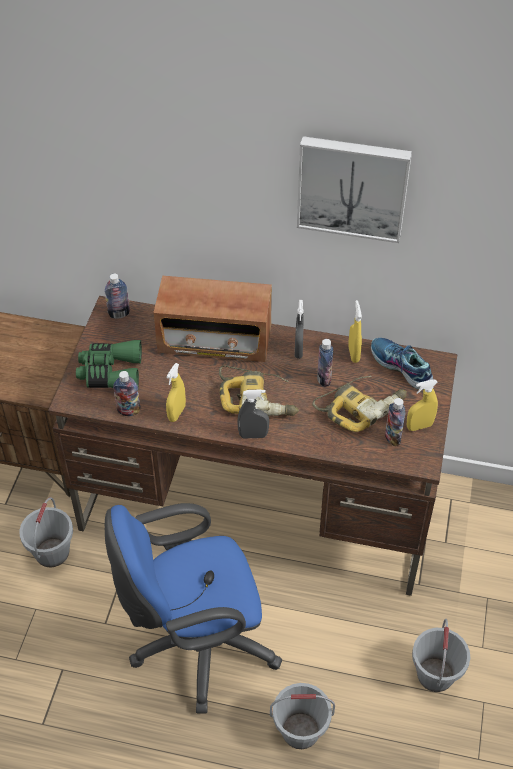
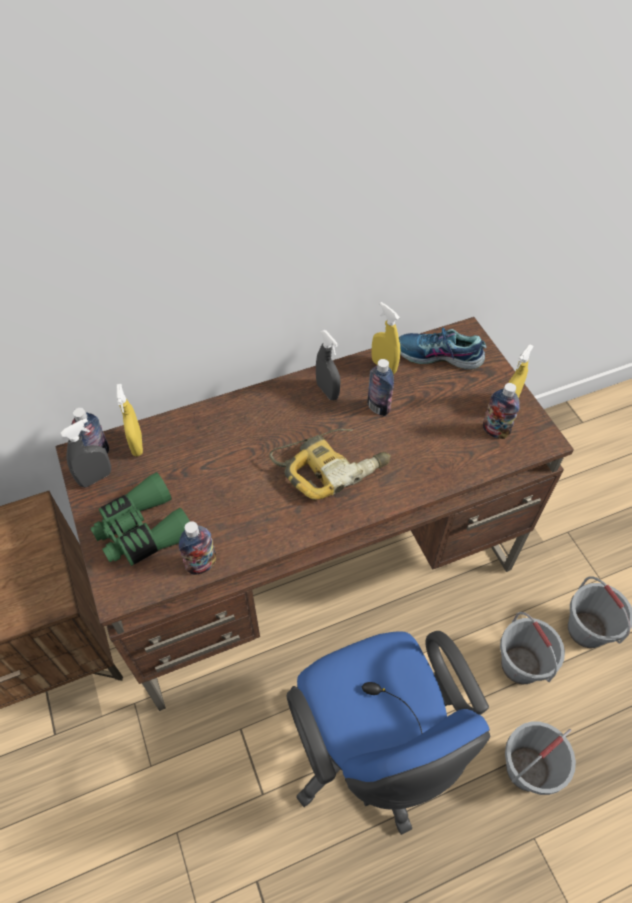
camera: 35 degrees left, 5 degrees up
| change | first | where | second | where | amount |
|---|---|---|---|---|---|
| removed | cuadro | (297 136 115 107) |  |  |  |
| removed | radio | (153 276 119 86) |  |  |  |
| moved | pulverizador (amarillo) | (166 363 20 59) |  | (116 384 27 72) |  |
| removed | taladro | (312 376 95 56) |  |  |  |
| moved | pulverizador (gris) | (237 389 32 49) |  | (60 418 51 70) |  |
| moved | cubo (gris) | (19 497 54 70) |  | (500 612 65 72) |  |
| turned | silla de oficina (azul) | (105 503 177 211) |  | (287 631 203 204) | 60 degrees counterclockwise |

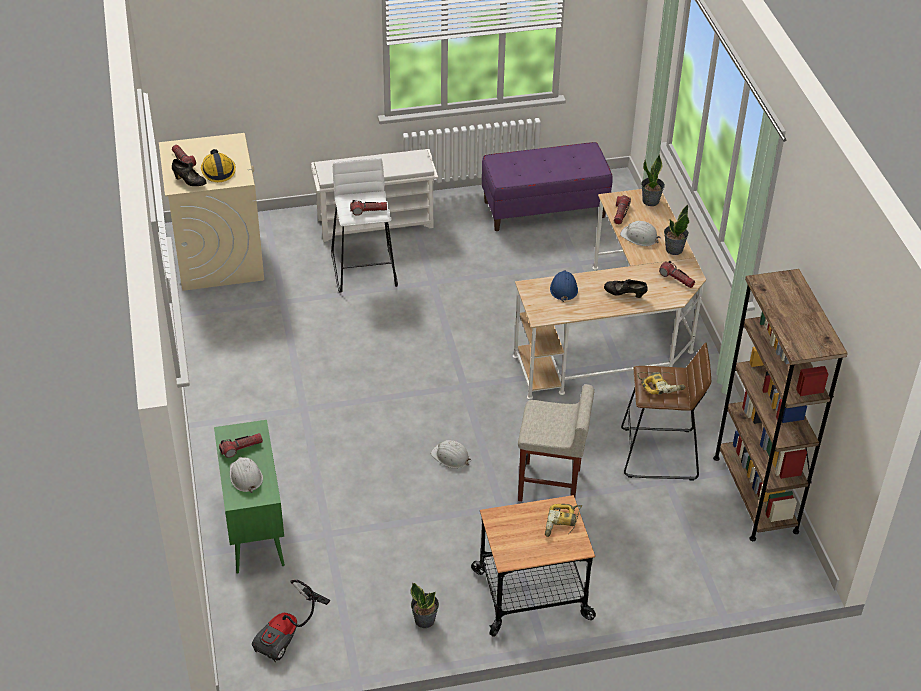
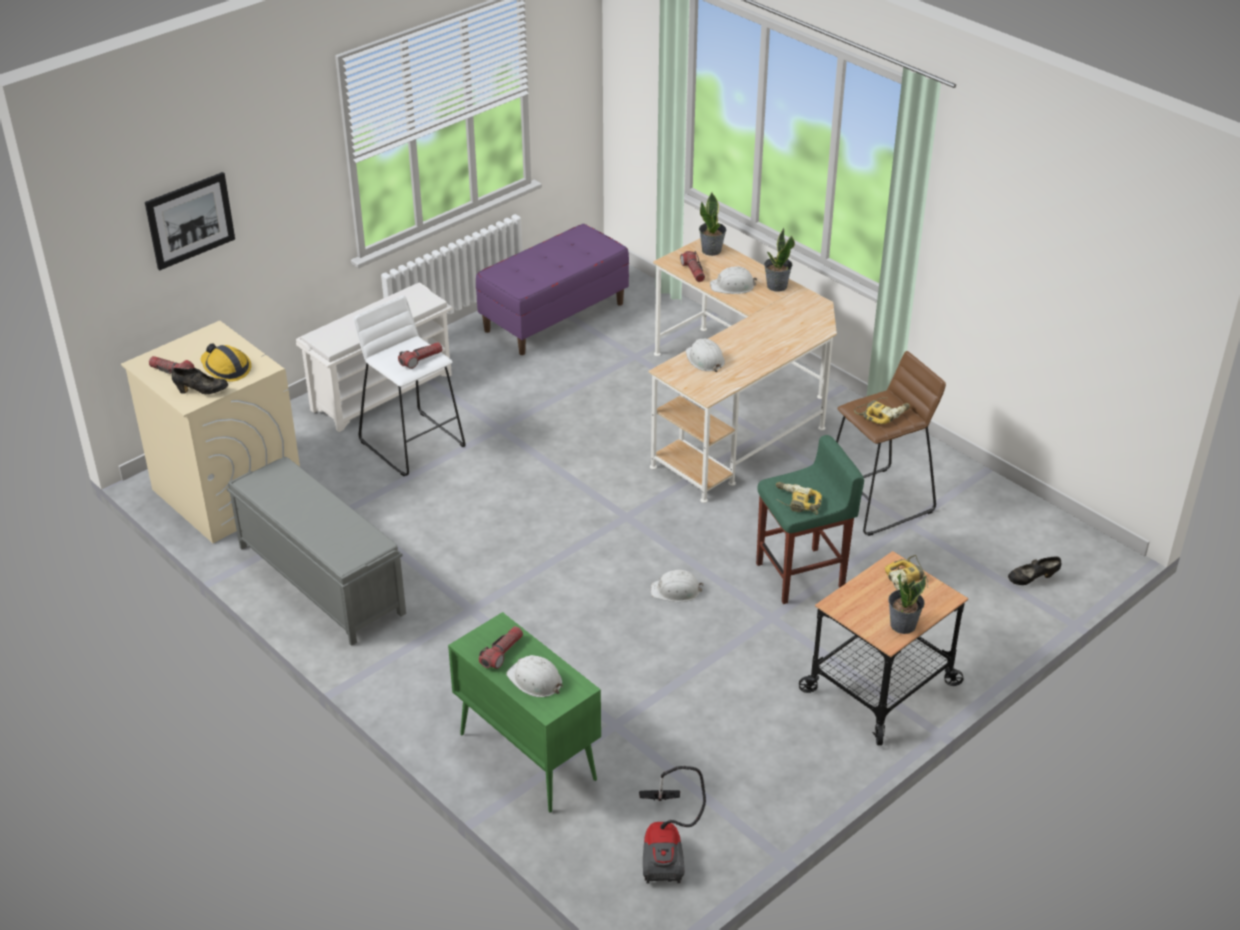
camera: 30 degrees left, 5 degrees down
| change | first | where | second | where | amount |
|---|---|---|---|---|---|
| removed | linterna | (659 261 36 27) |  |  |  |
| removed | estantería (marrón) | (713 269 135 272) |  |  |  |
| recoloured | casco (azul) | (550 270 28 32) | casco (blanco) | (686 339 39 33) |  |
| moved | zapato (negro) | (604 279 44 19) |  | (1008 556 53 29) |  |
| recoloured | taburete (beis) | (518 384 76 117) | taburete (verde) | (756 435 108 169) |  |
| moved | planta en maceta | (411 583 28 45) |  | (888 573 39 61) |  |
| added |  |  | cuadro | (145 172 90 98) |  |
| added |  |  | banco (gris) | (227 457 179 189) |  |
| added |  |  | taladro | (776 482 46 33) |  |

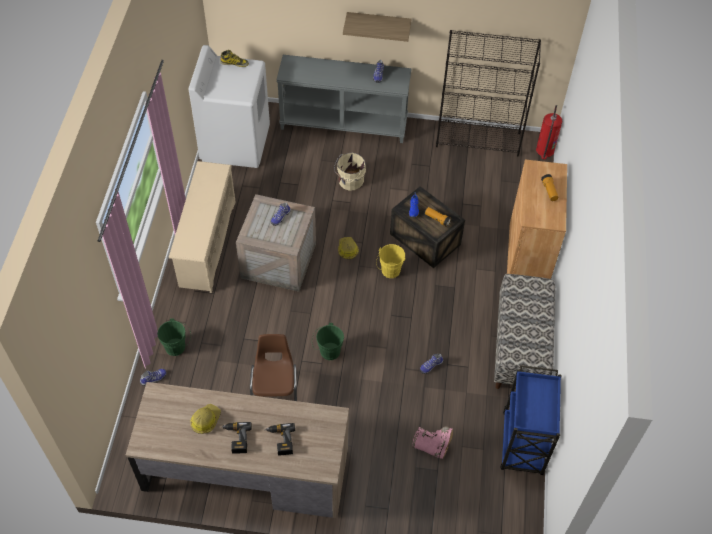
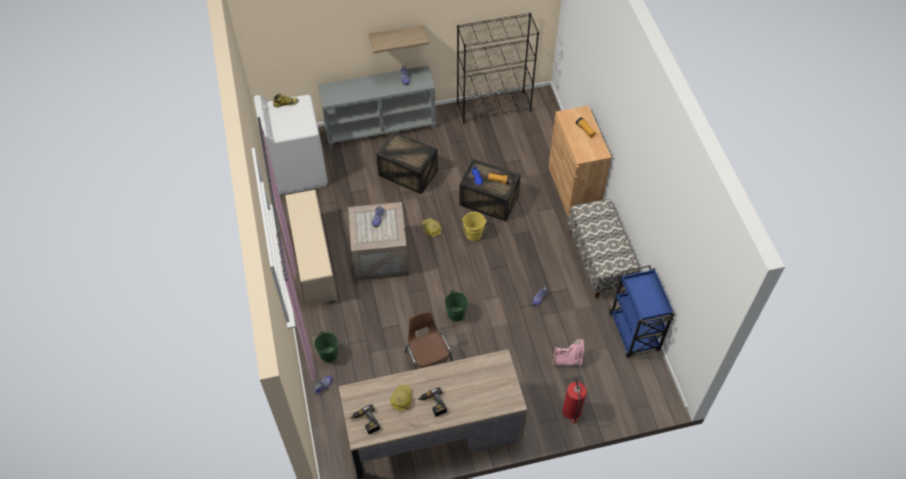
camera: 20 degrees left, 0 degrees up
| change | first | where | second | where | amount |
|---|---|---|---|---|---|
| moved | extintor | (536 105 26 55) |  | (562 376 25 47) |  |
| replaced | cubo (beis) | (334 153 32 38) | caja de embalaje | (376 131 62 63) |  |
| moved | taladro | (265 423 30 32) |  | (350 404 30 30) |  |

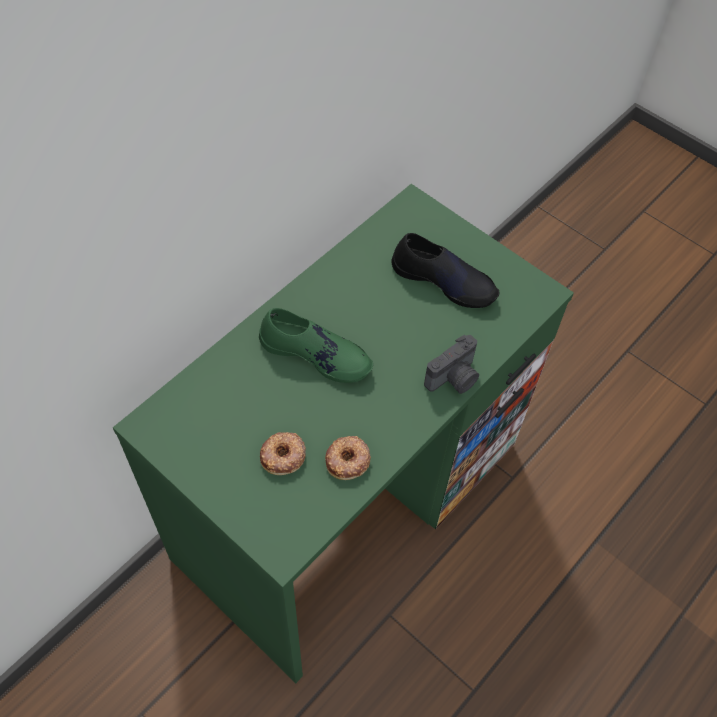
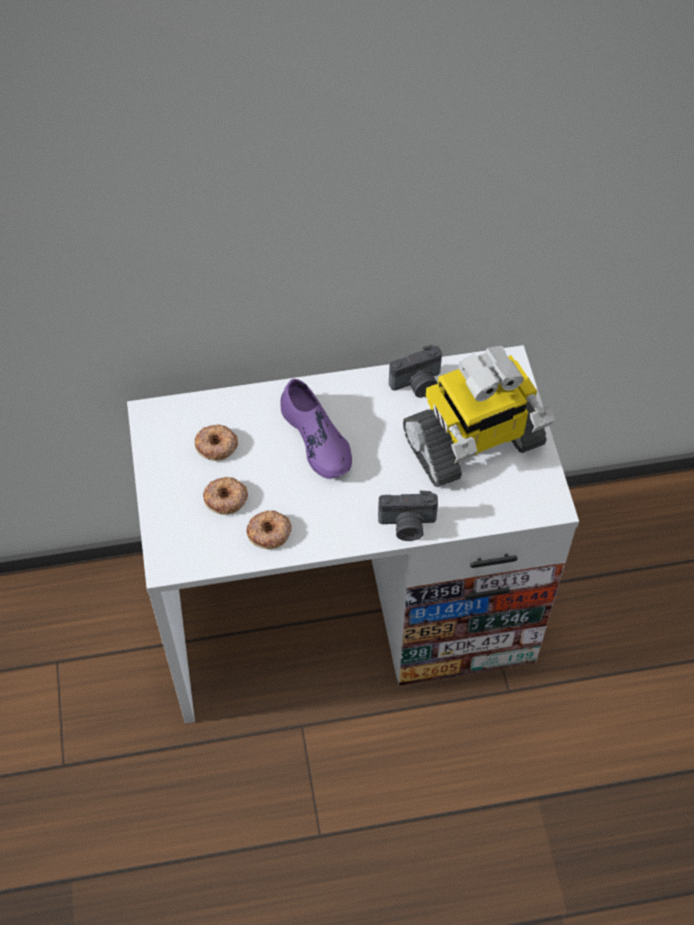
camera: 40 degrees right, 0 degrees up
| change | first | where | second | where | amount |
|---|---|---|---|---|---|
| recoloured | escritorio (verde) | (113 184 461 499) | escritorio (blanco) | (127 345 452 378) |  |
| replaced | zapato (negro) | (391 233 109 75) | robot de juguete | (403 346 152 141) |  |
| recoloured | zapato (verde) | (259 308 114 75) | zapato (morado) | (280 379 72 100) |  |
| added |  |  | cámara | (389 345 53 52) |  |
| added |  |  | rosquilla | (195 425 43 36) |  |

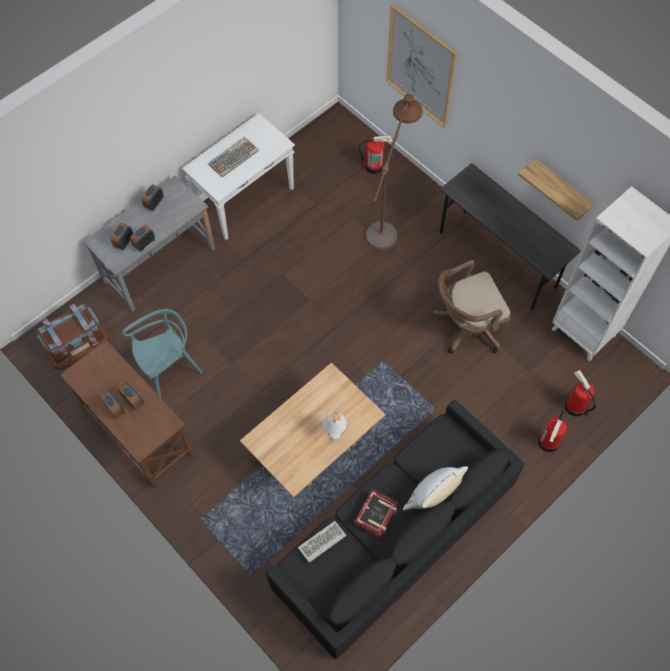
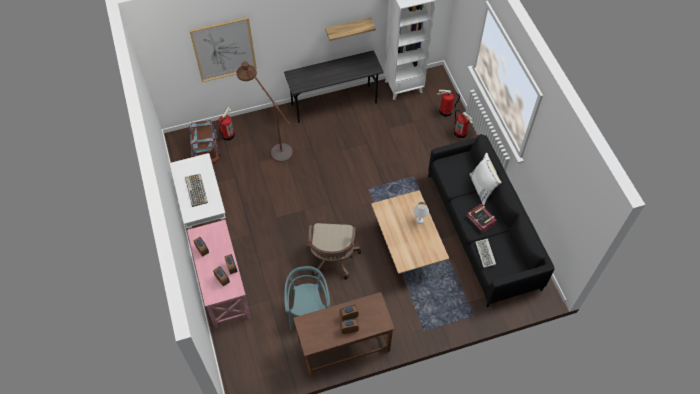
camera: 65 degrees left, 5 degrees down
| change | first | where | second | where | amount |
|---|---|---|---|---|---|
| recoloured | escritorio (gris) | (83 175 132 137) | escritorio (rosa) | (187 220 64 108) |  |
| moved | silla de oficina (marrón) | (432 260 79 93) |  | (307 223 54 57) |  |
| moved | caja de almacenaje (marrón) | (37 303 72 67) |  | (189 120 32 44) |  |

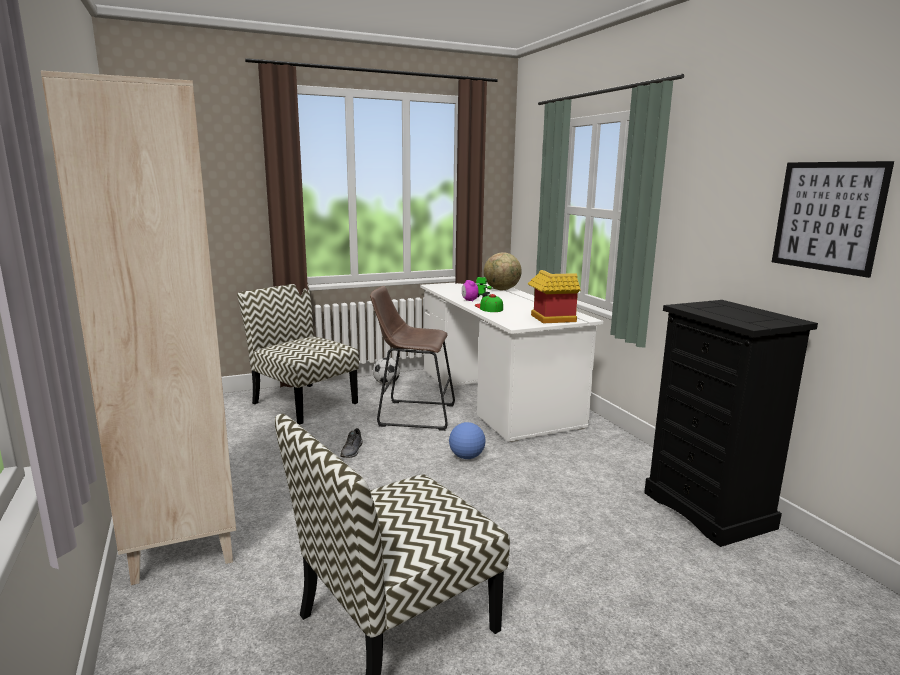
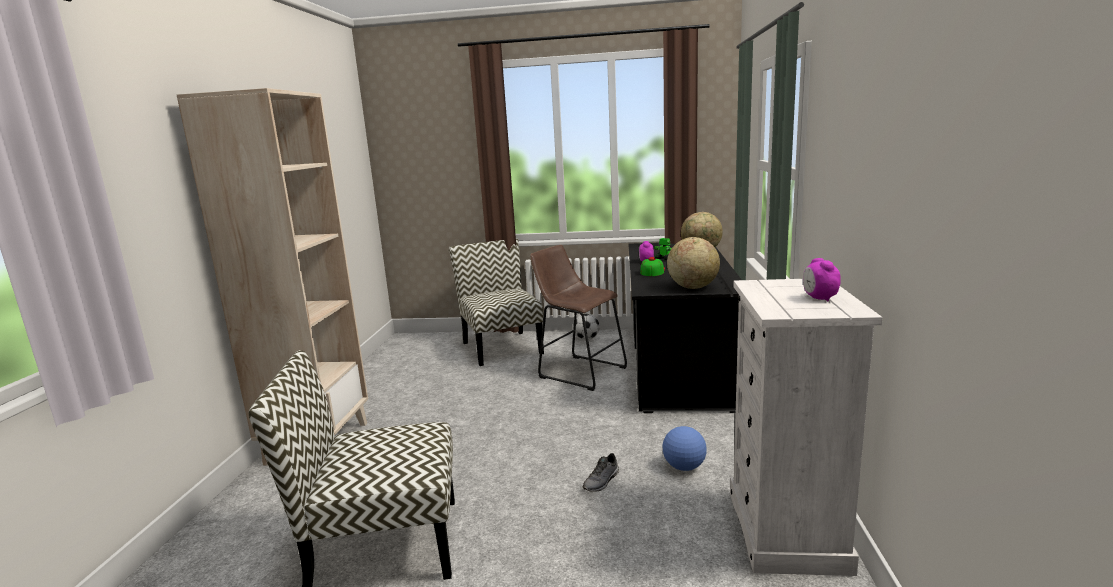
camera: 30 degrees right, 0 degrees up
| change | first | where | second | where | amount |
|---|---|---|---|---|---|
| removed | cuadro | (772 161 122 117) |  |  |  |
| replaced | casita | (528 270 53 53) | globo terráqueo | (667 237 53 52) |  |
| recoloured | escritorio (blanco) | (420 283 183 159) | escritorio (negro) | (629 243 113 170) |  |
| recoloured | cómoda (negro) | (644 300 174 247) | cómoda (blanco) | (730 279 153 297) |  |
| moved | balón de fútbol | (449 422 36 37) |  | (663 426 44 45) |  |
| moved | zapato (gris) | (340 428 23 30) |  | (583 453 36 39) |  |
| added |  |  | despertador | (803 258 38 43) |  |

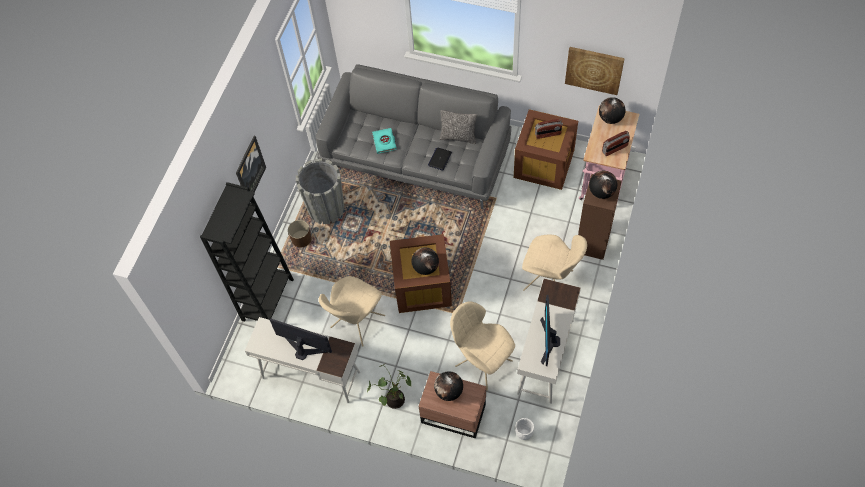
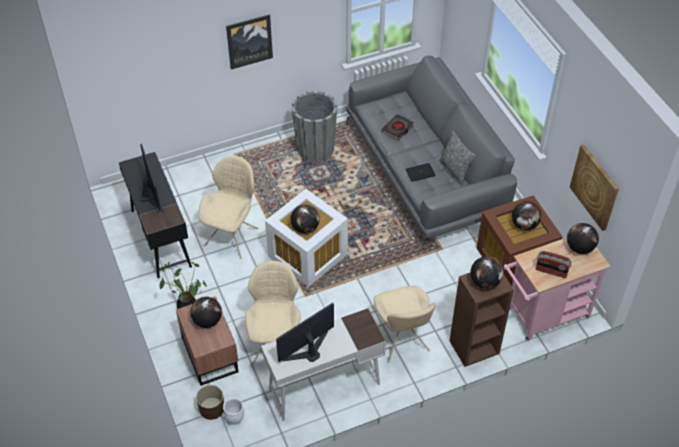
camera: 45 degrees right, 10 degrees down
| change | first | where | second | where | amount |
|---|---|---|---|---|---|
| replaced | radio | (535 119 28 20) | globo terráqueo | (512 201 29 29) |  |
| recoloured | libro (turquesa) | (372 128 25 26) | libro (negro) | (381 114 33 26) |  |
| removed | estantería (negro) | (200 182 94 140) |  |  |  |
| moved | maceta (marrón) | (288 220 24 28) |  | (196 385 28 35) |  |
| recoloured | caja de almacenaje (marrón) | (390 234 62 79) | caja de almacenaje (blanco) | (265 189 83 98) |  |
| turned | silla (beis) | (319 276 66 71) |  | (198 156 61 102) | 120 degrees clockwise |
| recoloured | escritorio (blanco) | (245 317 115 86) | escritorio (negro) | (119 152 73 126) |  |

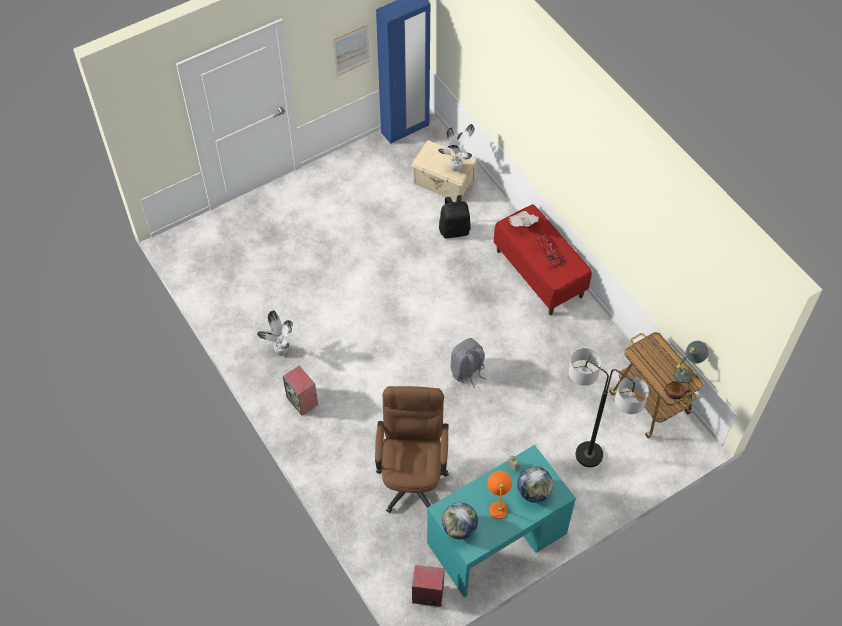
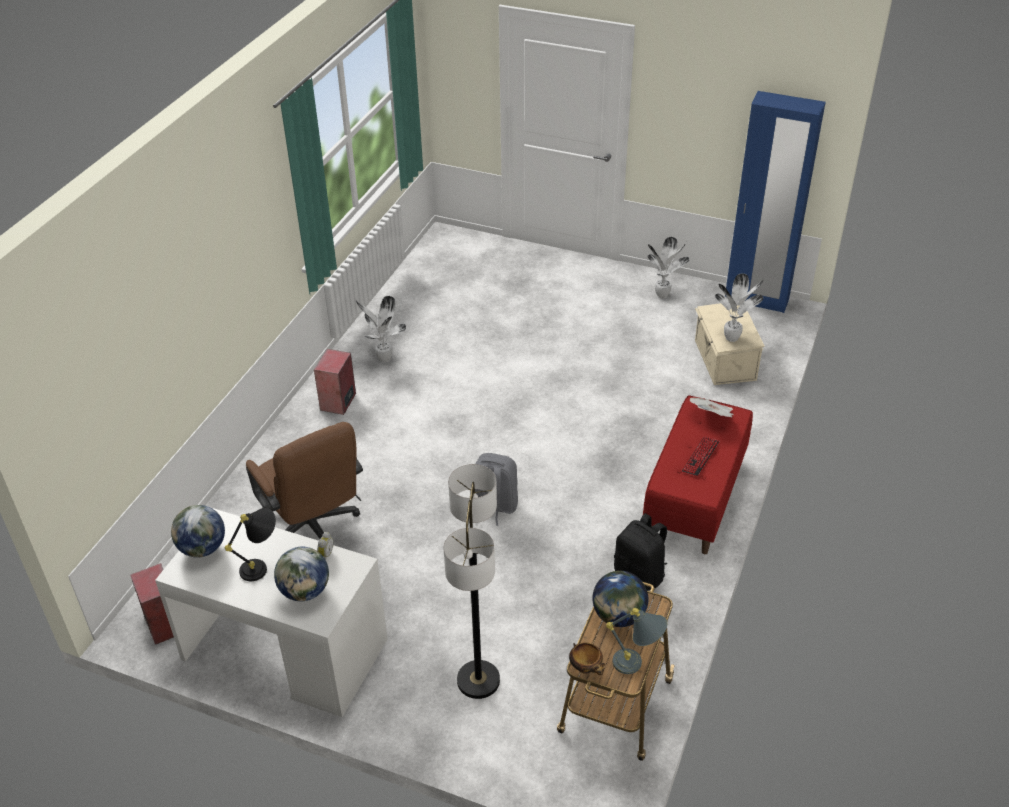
camera: 55 degrees right, 15 degrees down
| change | first | where | second | where | amount |
|---|---|---|---|---|---|
| removed | cuadro | (333 24 37 52) |  |  |  |
| moved | mochila (negro) | (439 195 32 44) |  | (614 513 53 78) |  |
| turned | silla de oficina (marrón) | (375 386 74 127) |  | (246 422 117 117) | 90 degrees clockwise |
| recoloured | escritorio (turquesa) | (427 445 149 152) | escritorio (blanco) | (155 508 233 209) |  |
| recoloured | lámpara de mesa (naranja) | (487 471 25 48) | lámpara de mesa (negro) | (225 508 51 73) |  |
| added |  |  | planta en maceta | (647 237 43 62) |  |
| added |  |  | globo terráqueo | (592 571 56 56) |  |

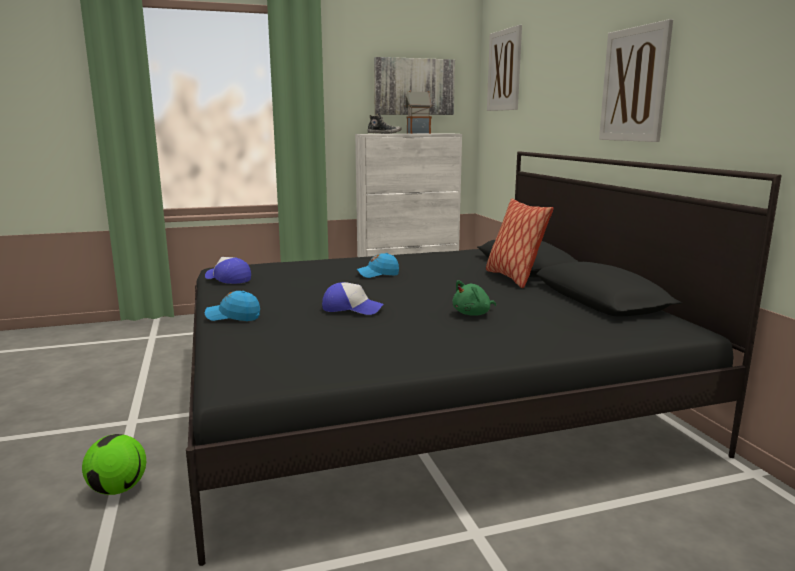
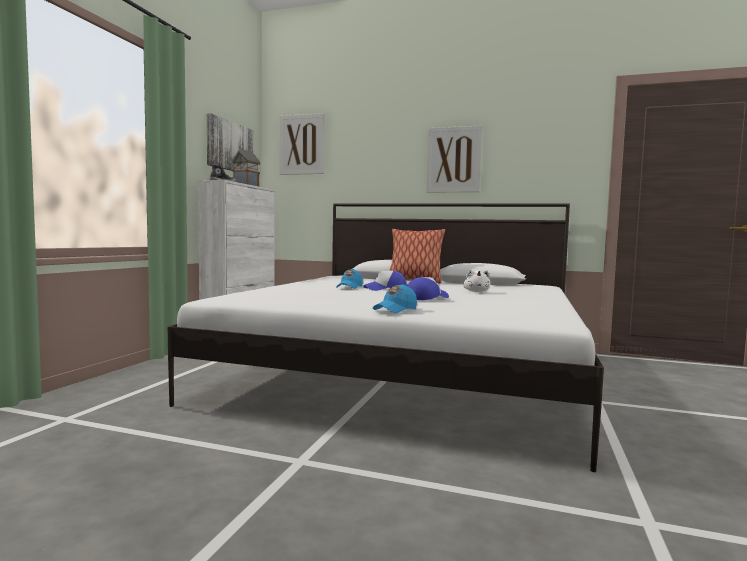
camera: 55 degrees left, 10 degrees down
| change | first | where | second | where | amount |
|---|---|---|---|---|---|
| recoloured | cama (negro) | (186 151 596 415) | cama (blanco) | (168 204 436 268) |  |
| moved | gorra | (205 257 46 27) |  | (363 271 44 20) |  |
| recoloured | peluche (verde) | (452 280 44 36) | peluche (blanco) | (463 269 27 23) |  |
| removed | balón de fútbol | (82 434 64 61) |  |  |  |

